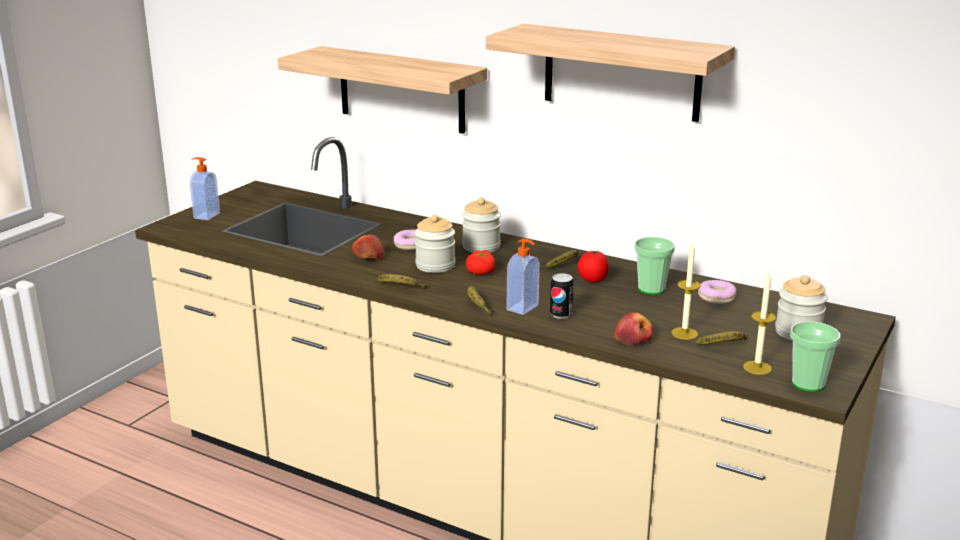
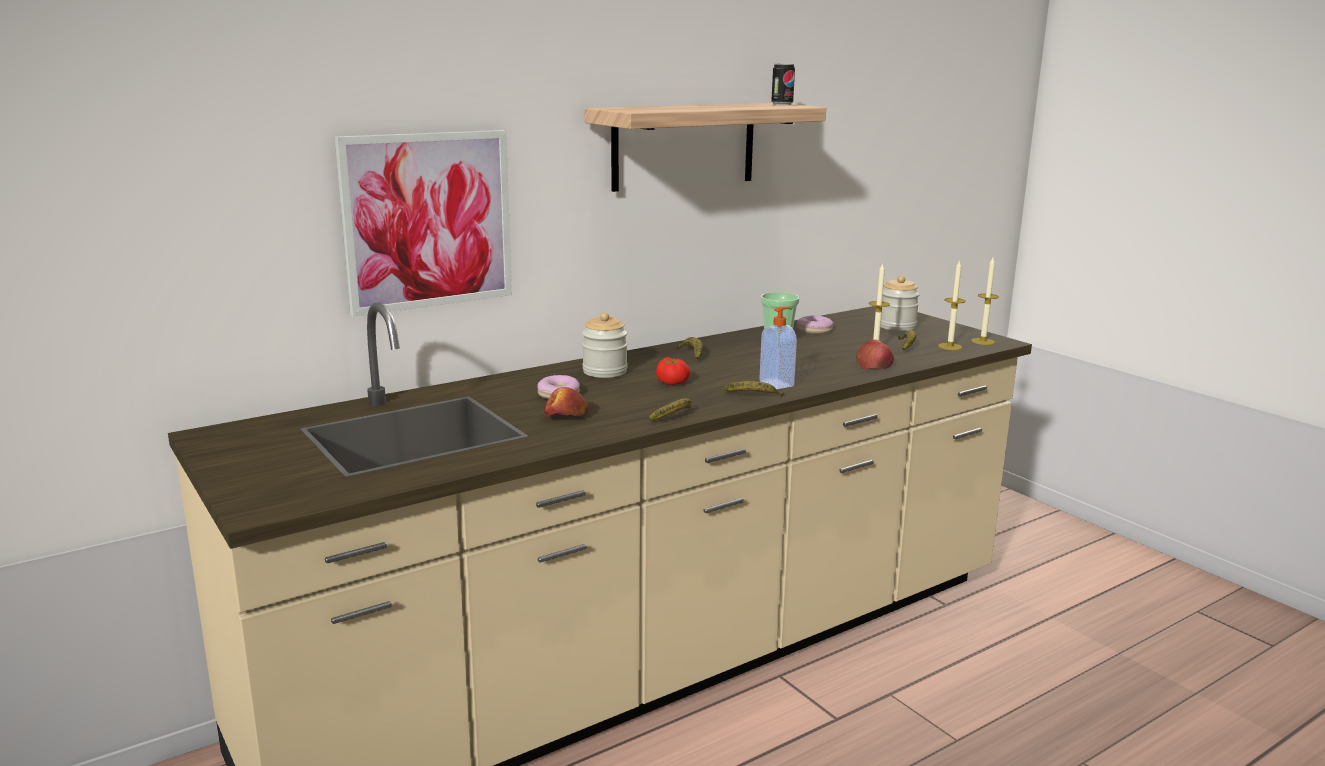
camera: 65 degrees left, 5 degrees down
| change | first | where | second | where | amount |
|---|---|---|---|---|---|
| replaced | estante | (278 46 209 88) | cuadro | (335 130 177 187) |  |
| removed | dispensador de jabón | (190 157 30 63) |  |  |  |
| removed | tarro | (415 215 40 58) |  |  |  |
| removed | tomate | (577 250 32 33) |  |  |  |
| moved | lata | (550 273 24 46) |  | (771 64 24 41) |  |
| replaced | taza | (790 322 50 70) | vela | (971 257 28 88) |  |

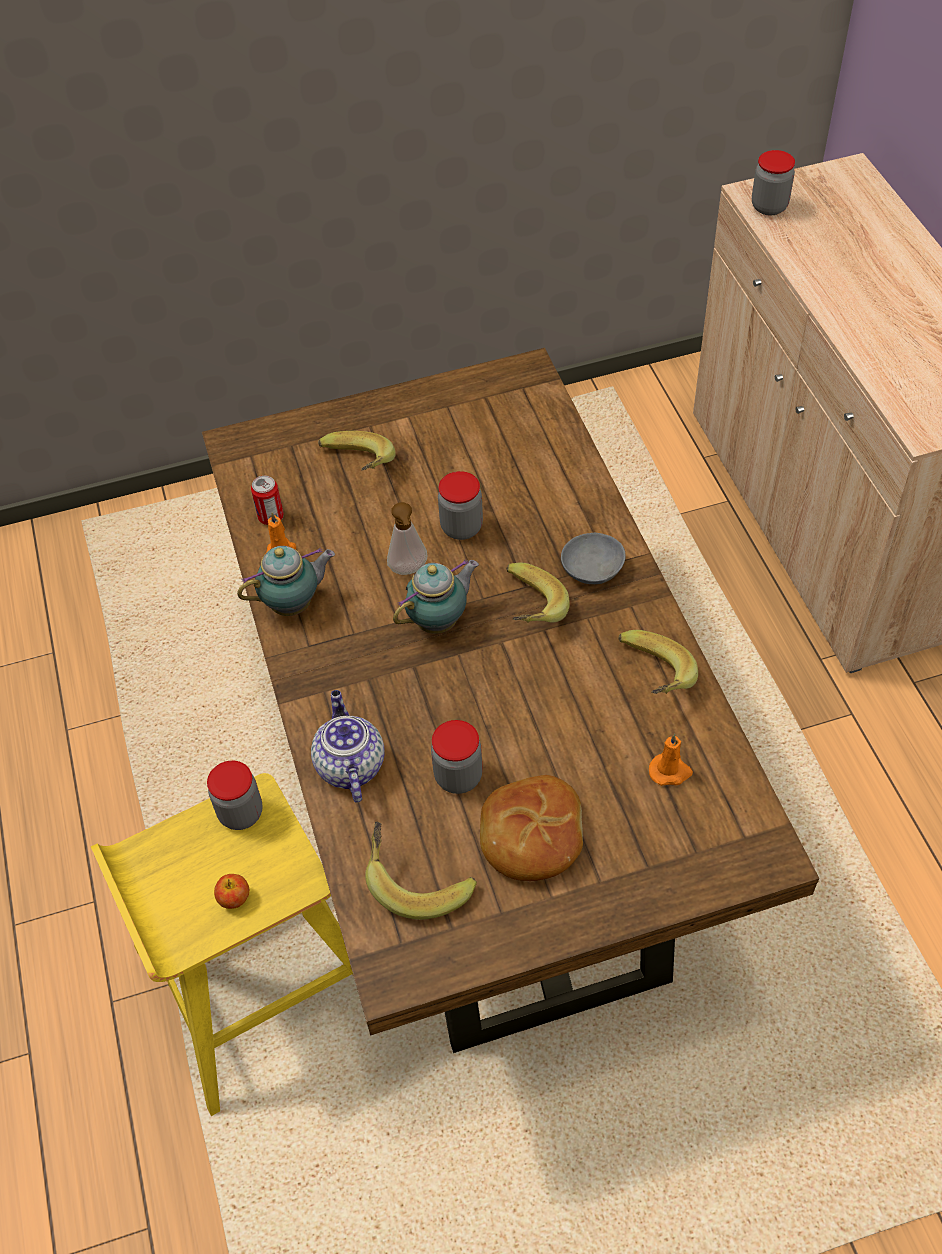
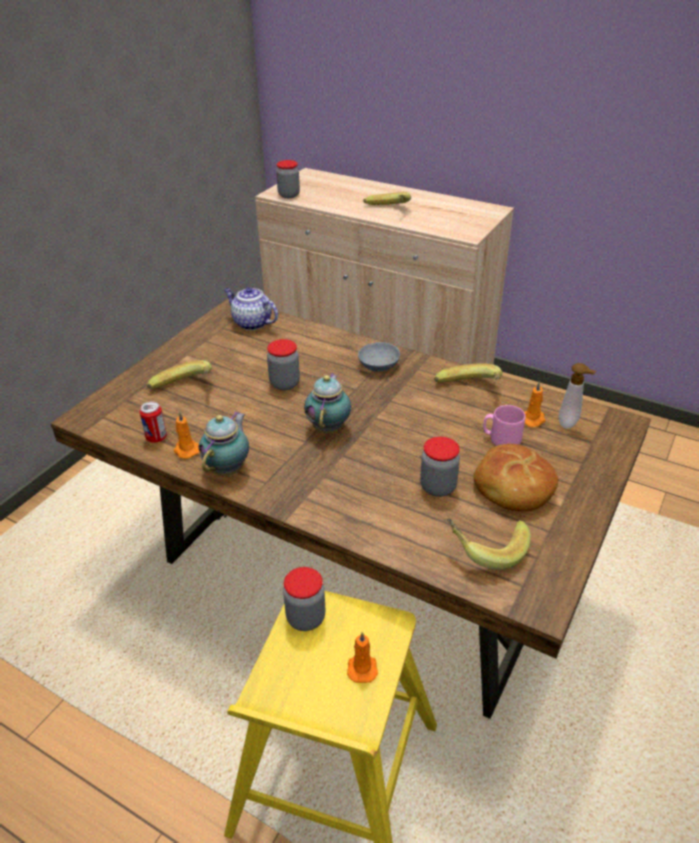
camera: 45 degrees left, 15 degrees down
| change | first | where | second | where | amount |
|---|---|---|---|---|---|
| moved | dispensador de jabón | (387 502 40 73) |  | (559 363 37 65) |  |
| moved | plátano | (506 562 64 61) |  | (363 192 48 13) |  |
| moved | tetera | (311 690 74 112) |  | (224 287 54 43) |  |
| replaced | manzana | (214 874 35 35) | vela (naranja) | (347 632 31 51) |  |
| added |  |  | taza grande (rosa) | (483 405 42 41) |  |

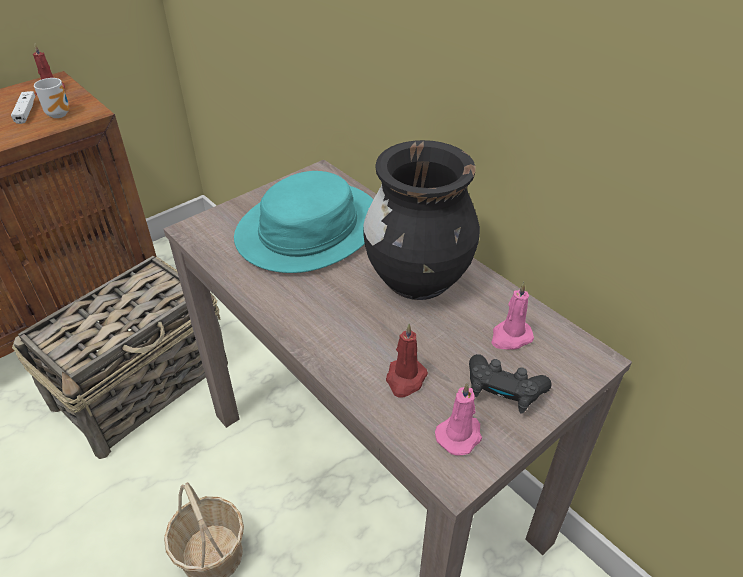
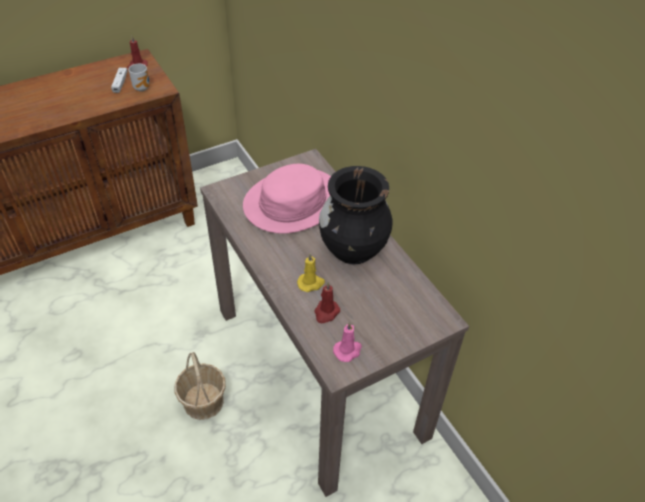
camera: 10 degrees right, 5 degrees up
| change | first | where | second | where | amount |
|---|---|---|---|---|---|
| recoloured | sombrero (turquesa) | (234 171 139 102) | sombrero (rosa) | (243 164 88 70) |  |
| removed | cesta | (12 256 216 203) |  |  |  |
| removed | vela (rosa) | (491 282 43 68) |  |  |  |
| removed | mando de consola (negro) | (469 354 83 60) |  |  |  |
| added |  |  | vela (amarillo) | (297 253 28 39) |  |

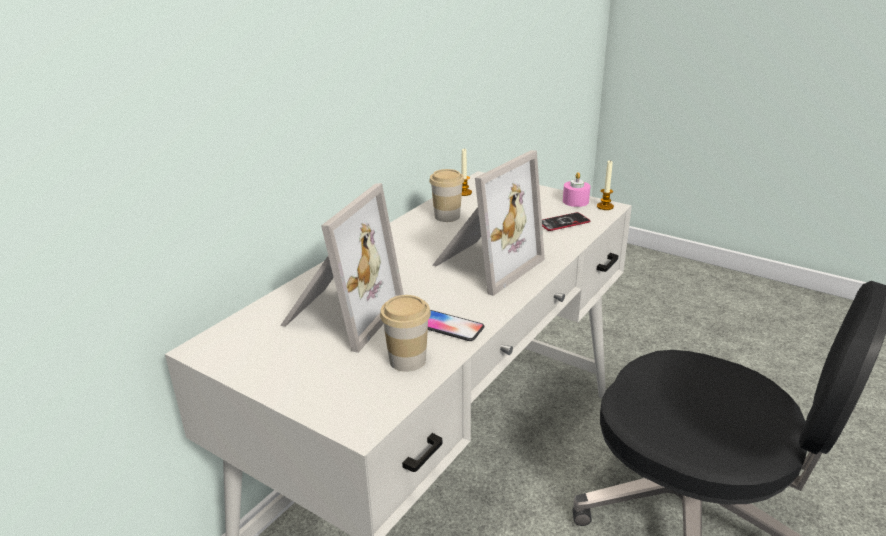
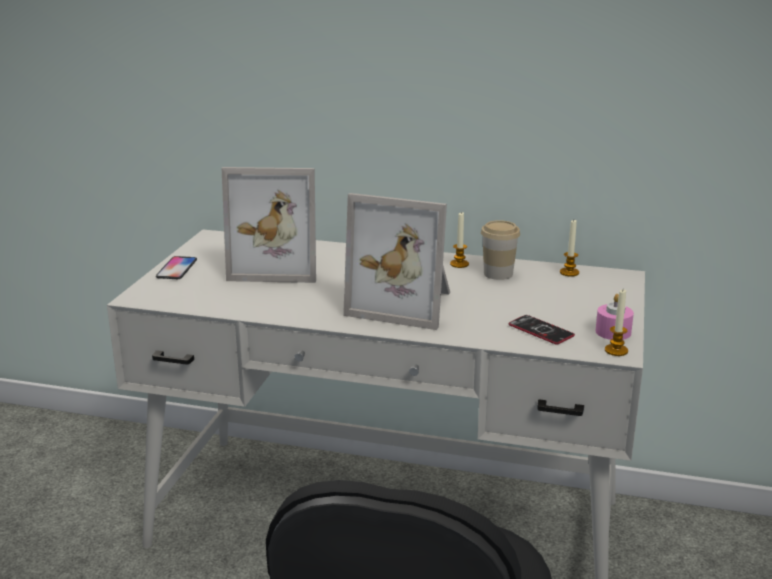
camera: 70 degrees right, 5 degrees down
| change | first | where | second | where | amount |
|---|---|---|---|---|---|
| removed | taza | (380 295 51 77) |  |  |  |
| moved | móvil | (428 310 56 31) |  | (156 256 41 23) |  |
| added |  |  | vela | (450 212 19 56) |  |

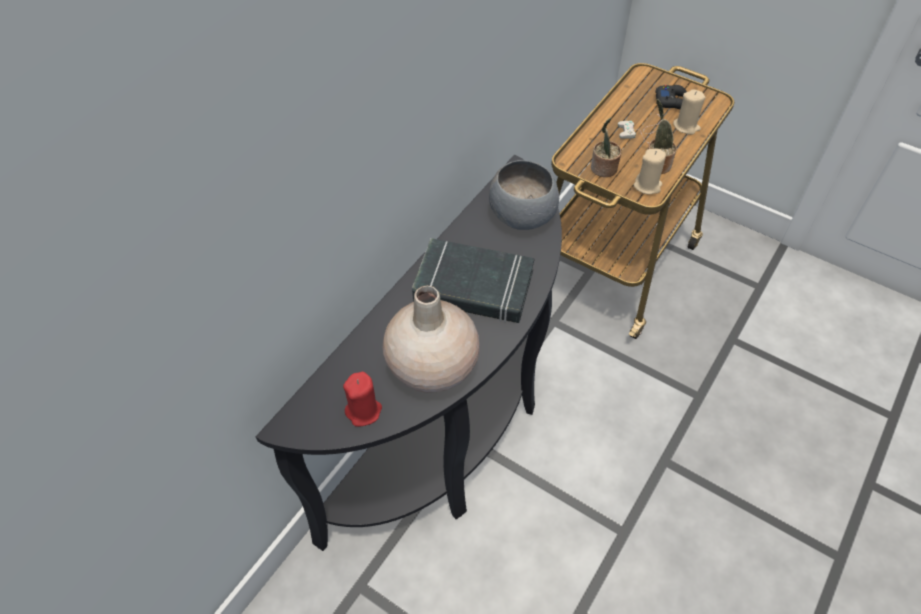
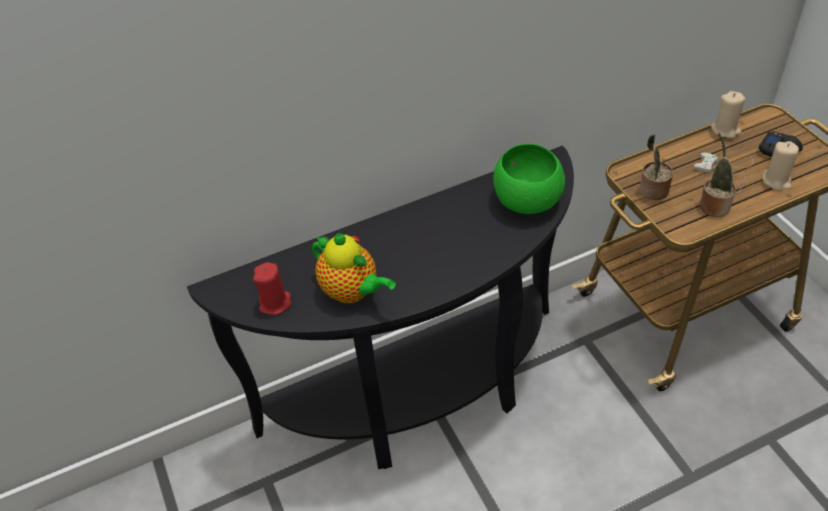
camera: 35 degrees right, 5 degrees down
| change | first | where | second | where | amount |
|---|---|---|---|---|---|
| moved | vela (beis) | (633 149 33 46) |  | (711 91 34 47) |  |
| recoloured | cuenco (gris) | (489 160 70 70) | cuenco (verde) | (493 143 72 71) |  |
| removed | libro (negro) | (412 238 123 85) |  |  |  |
| replaced | florero (beis) | (383 285 97 108) | tetera | (312 233 84 71) |  |

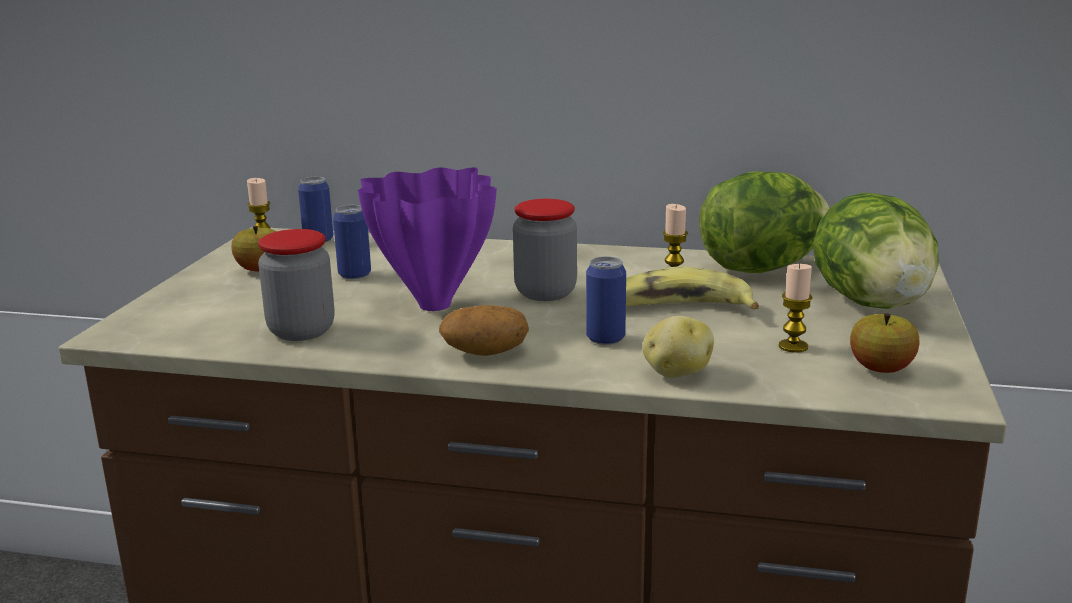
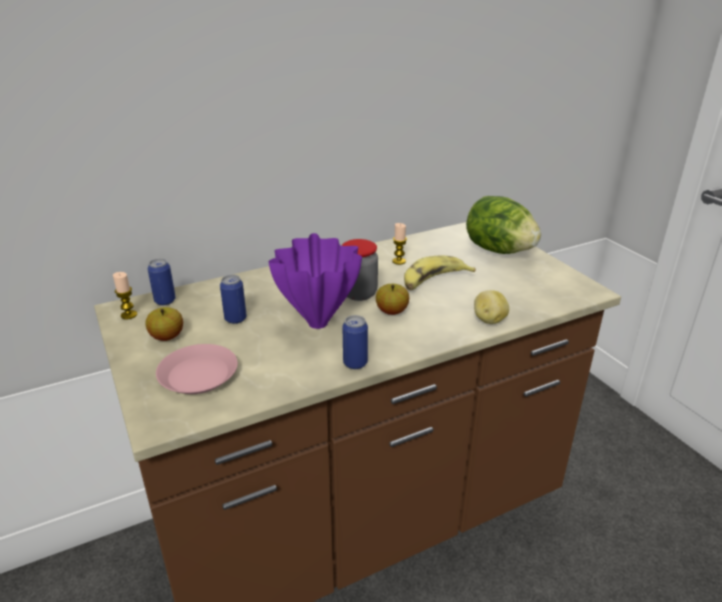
camera: 40 degrees left, 10 degrees up
| change | first | where | second | where | amount |
|---|---|---|---|---|---|
| removed | lechuga | (699 172 131 101) |  |  |  |
| removed | tarro | (258 229 77 112) |  |  |  |
| moved | lata | (586 256 40 89) |  | (342 315 26 54) |  |
| removed | vela | (779 264 34 89) |  |  |  |
| removed | patata | (439 305 90 51) |  |  |  |
| moved | manzana | (850 313 70 60) |  | (376 284 33 31) |  |
| added |  |  | plato (rosa) | (156 344 82 50) |  |

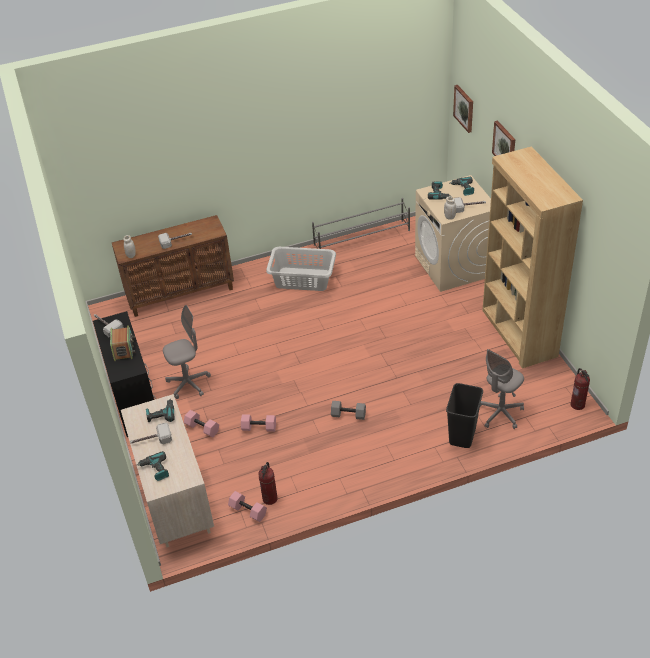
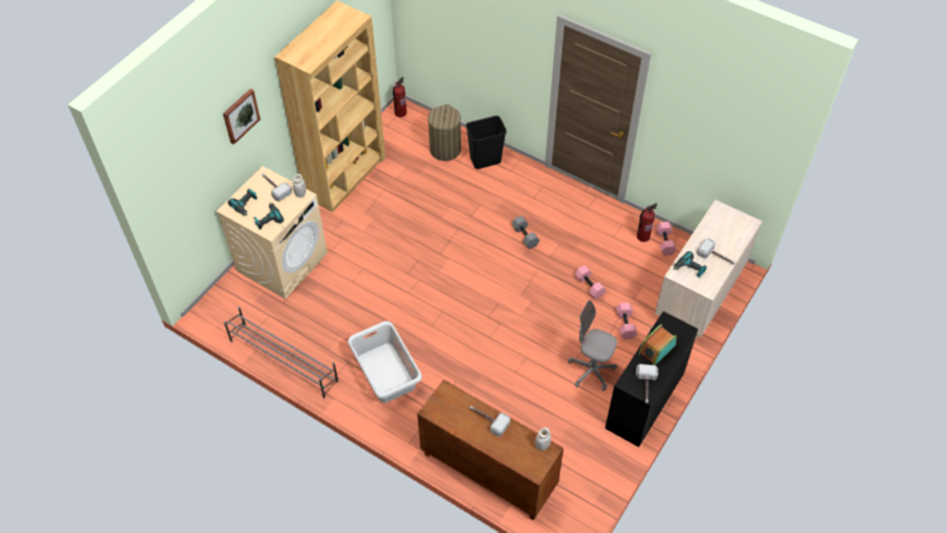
camera: 130 degrees left, 10 degrees up
| change | first | where | second | where | amount |
|---|---|---|---|---|---|
| removed | cuadro | (453 85 20 48) |  |  |  |
| replaced | silla de oficina (gris) | (480 349 44 80) | cesto de la ropa | (428 104 33 57) |  |
| removed | taladro | (137 451 32 30) |  |  |  |

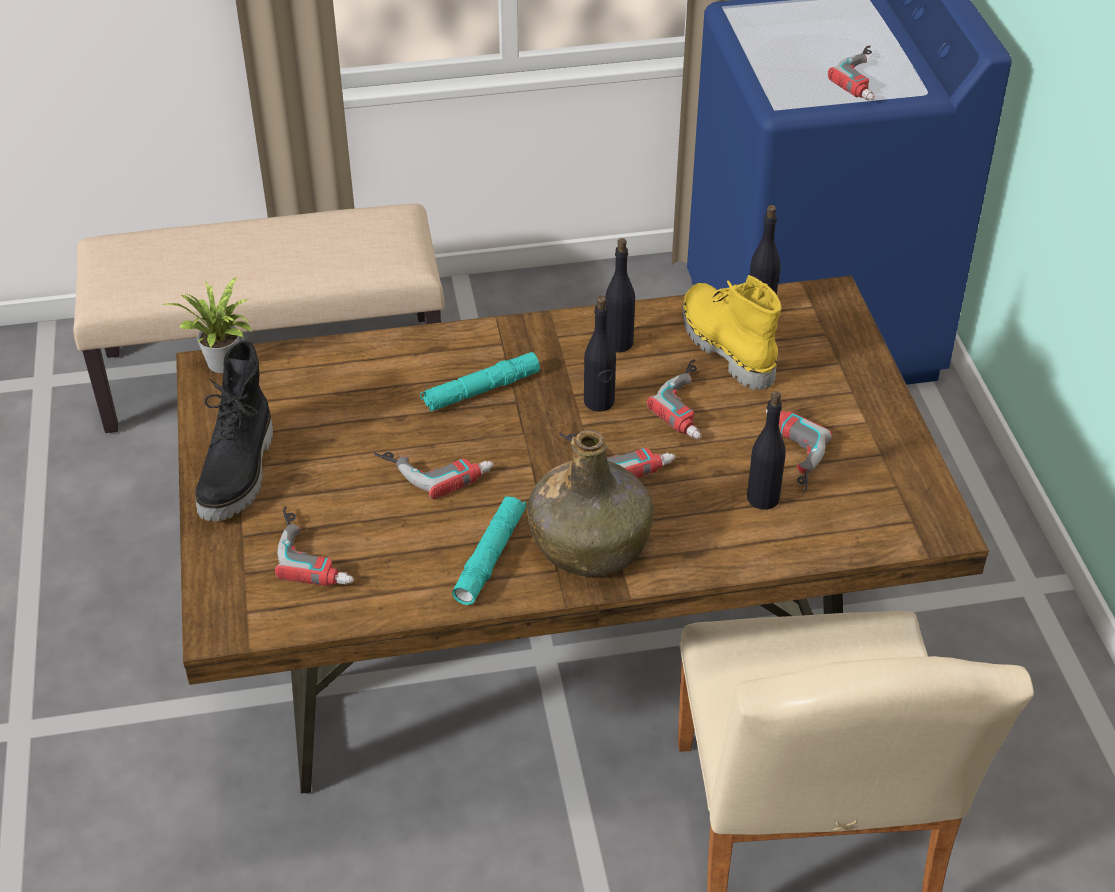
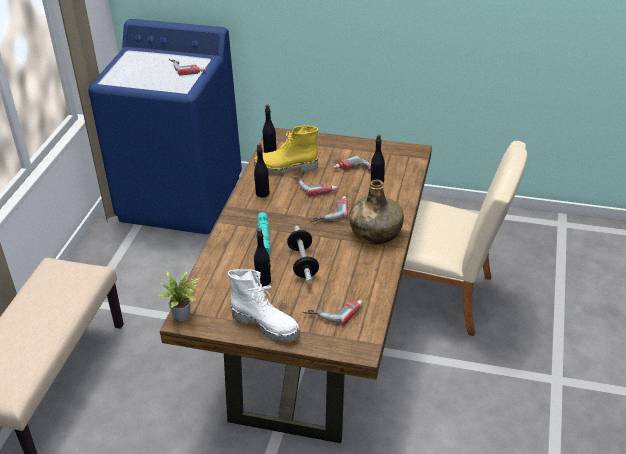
camera: 65 degrees left, 5 degrees down
| change | first | where | second | where | amount |
|---|---|---|---|---|---|
| moved | botella (negro) | (584 296 32 116) |  | (254 228 17 58) |  |
| recoloured | bota (negro) | (195 341 78 180) | bota (blanco) | (228 269 72 73) |  |
| replaced | taladro | (374 451 120 49) | mancuerna | (287 226 32 58) |  |
| removed | linterna (turquesa) | (452 496 75 109) |  |  |  |

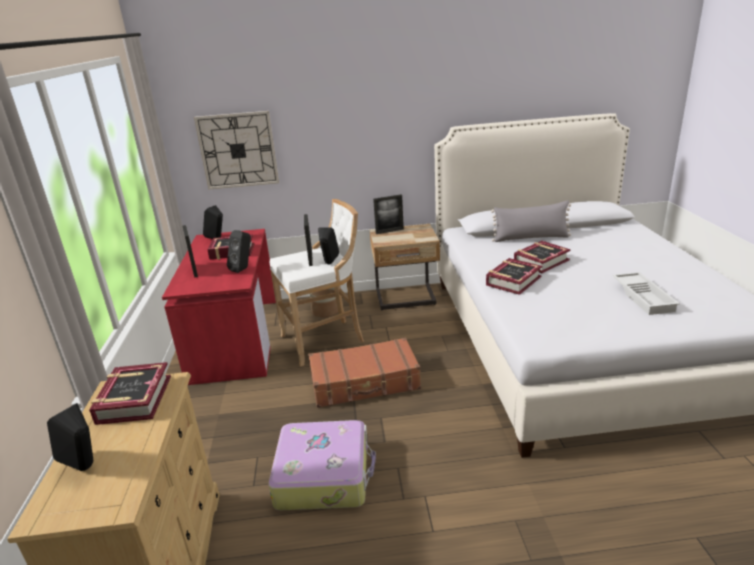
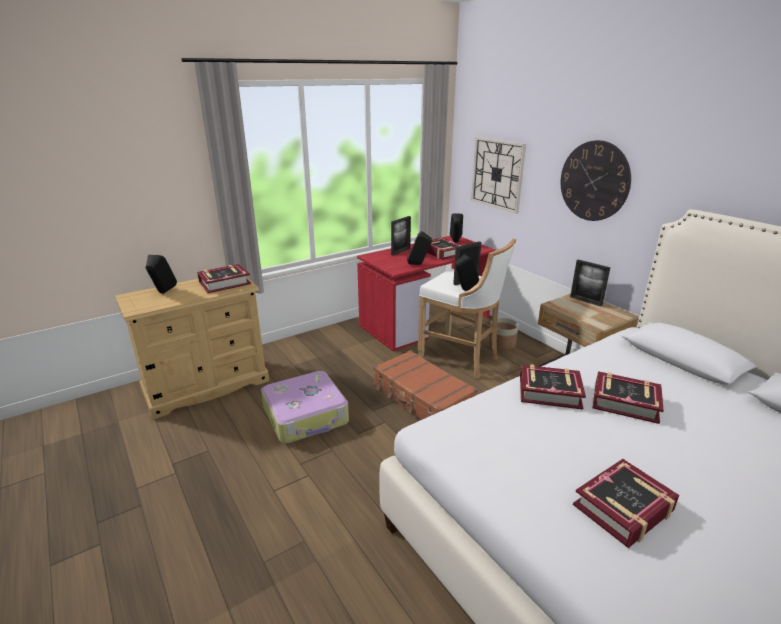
camera: 60 degrees right, 0 degrees up
| change | first | where | second | where | amount |
|---|---|---|---|---|---|
| removed | cojín (gris) | (491 201 80 41) |  |  |  |
| replaced | bandeja (blanco) | (612 272 68 43) | libro | (573 459 106 89) |  |
| added |  |  | reloj de pared | (560 140 71 81) |  |

